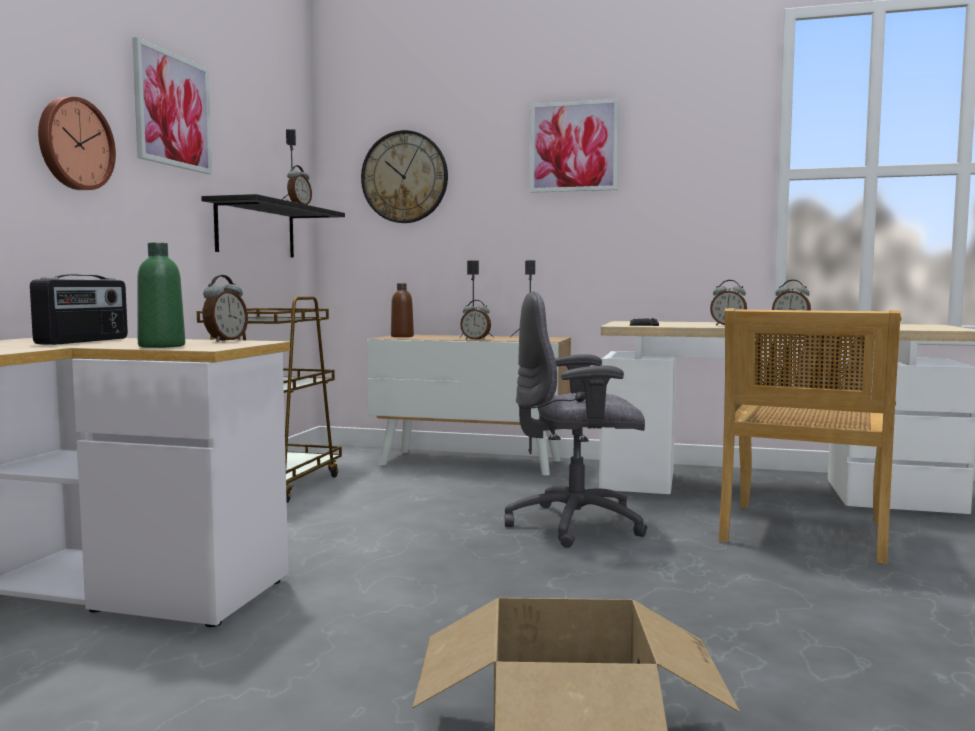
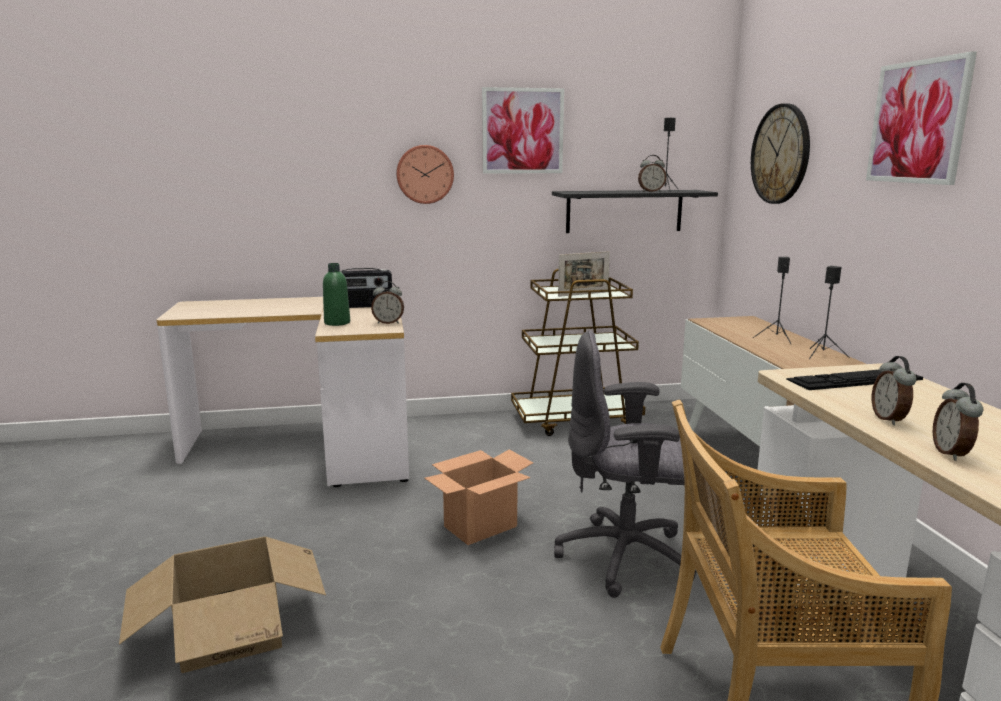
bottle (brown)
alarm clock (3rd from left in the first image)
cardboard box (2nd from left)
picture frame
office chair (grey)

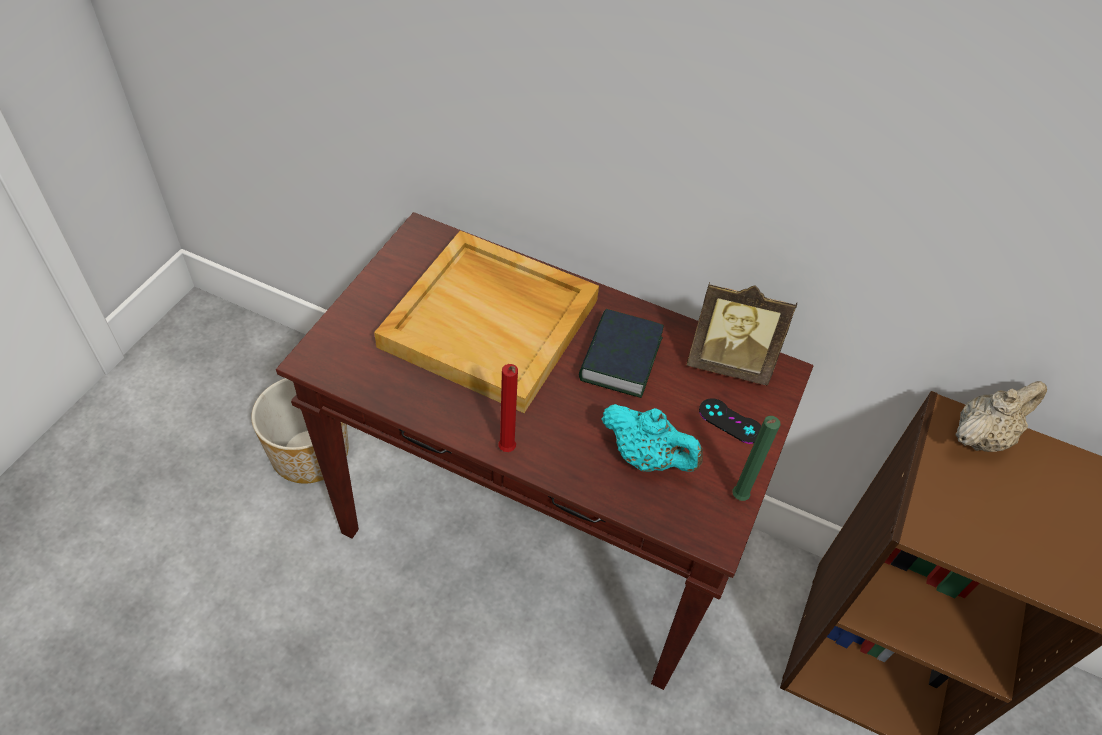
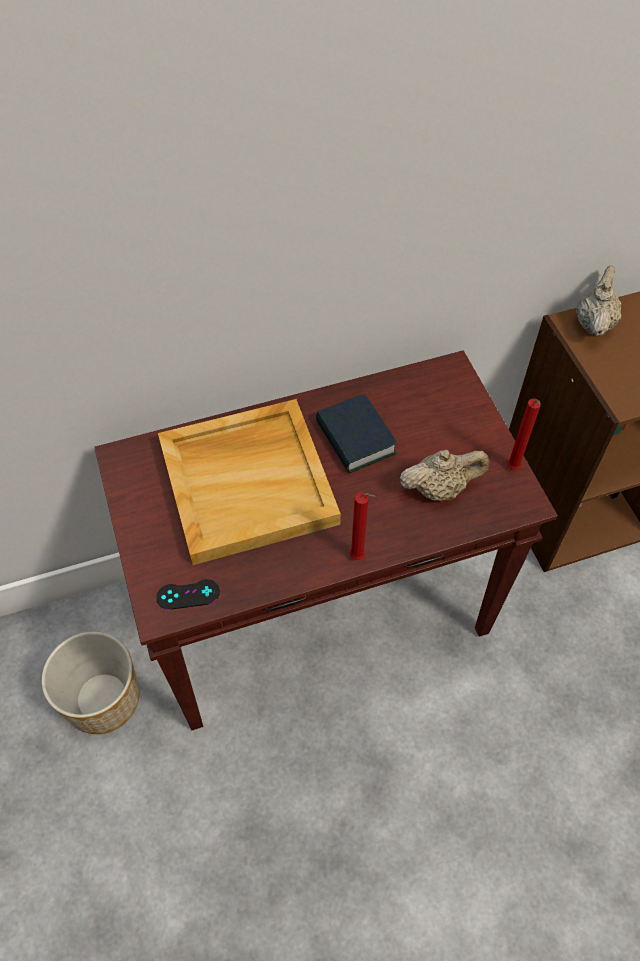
picture frame
game controller (black)
teapot (beige) (1st from left)
candle (red) (2nd from left)

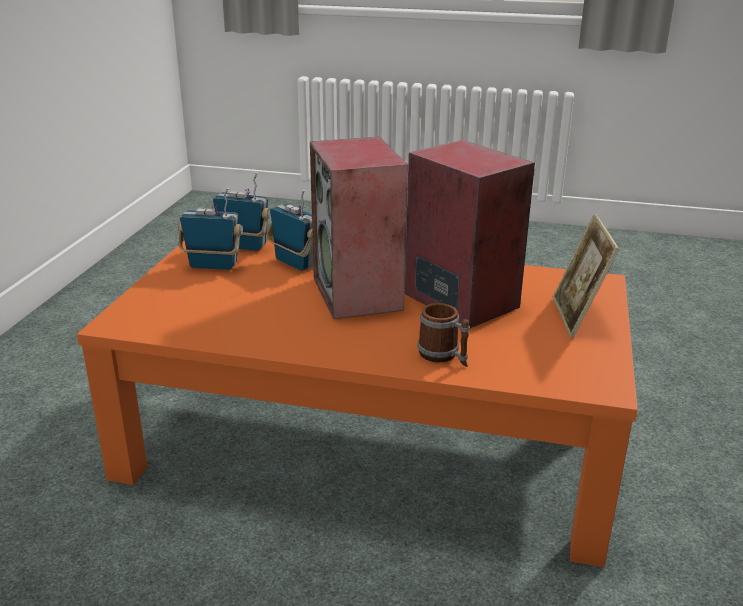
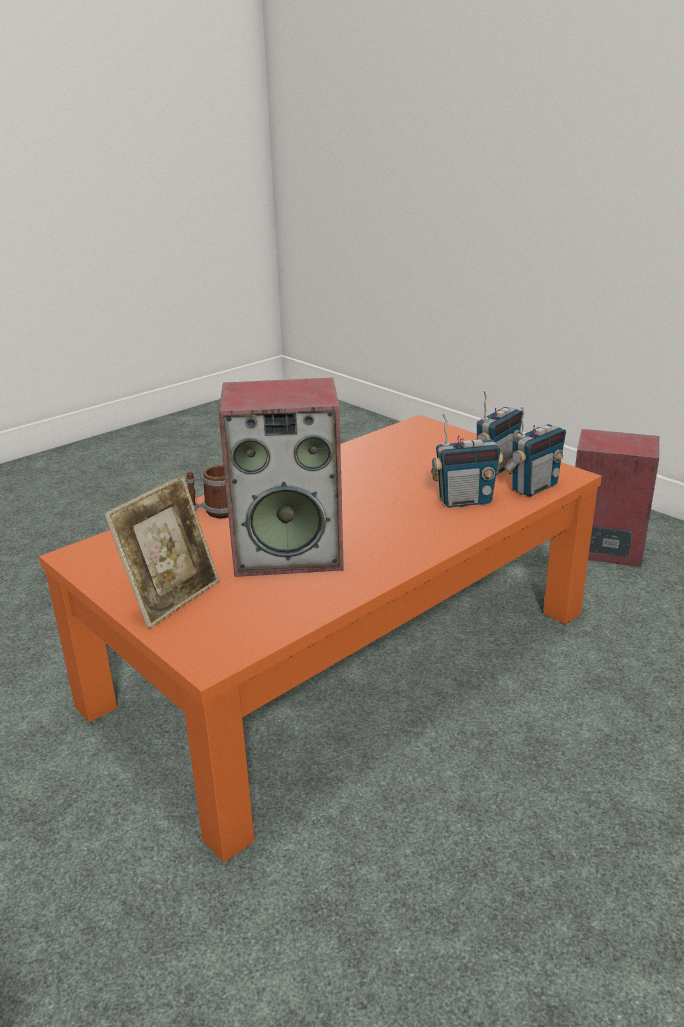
speaker (2nd from left)
picture frame

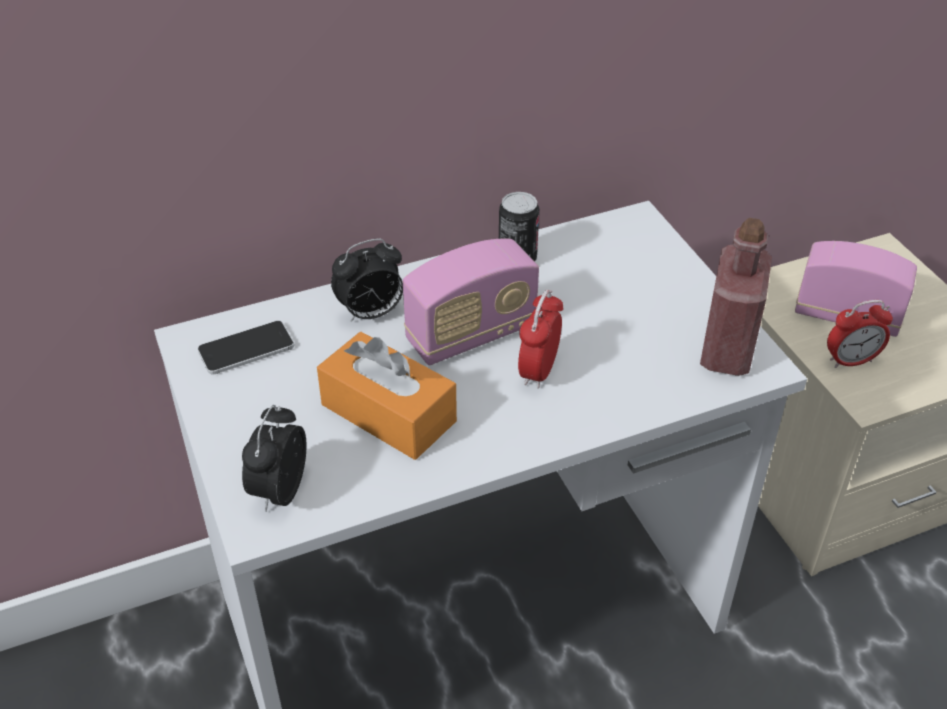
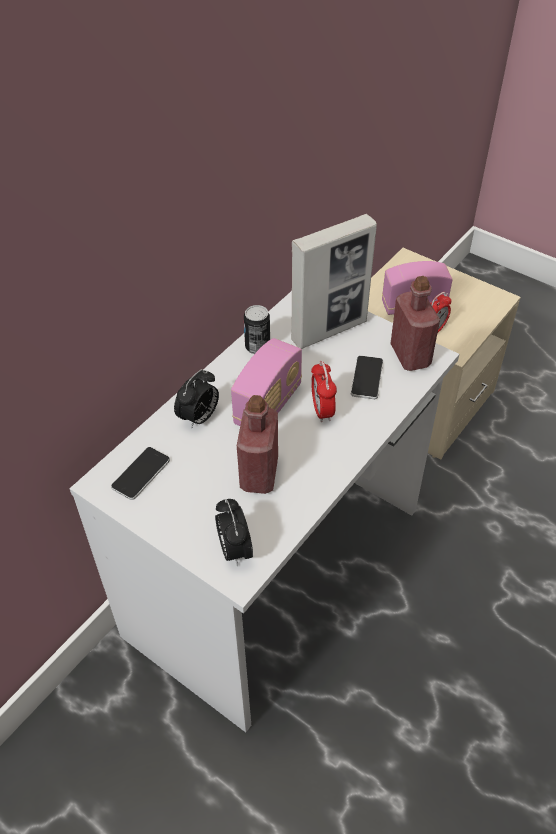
picture frame
phone (2nd from left)
bottle (red) (1st from left)

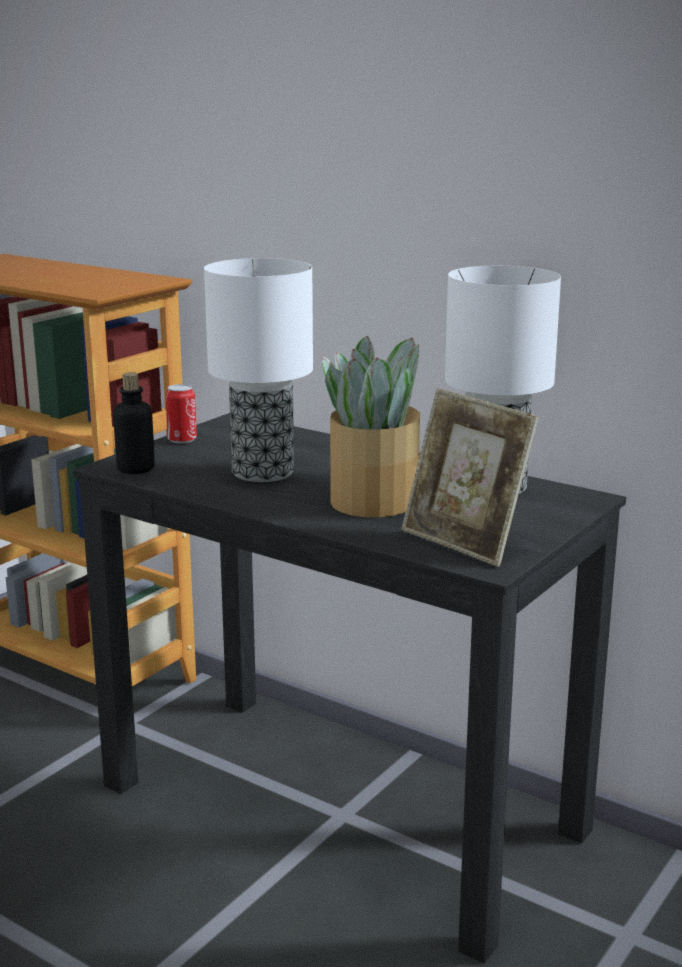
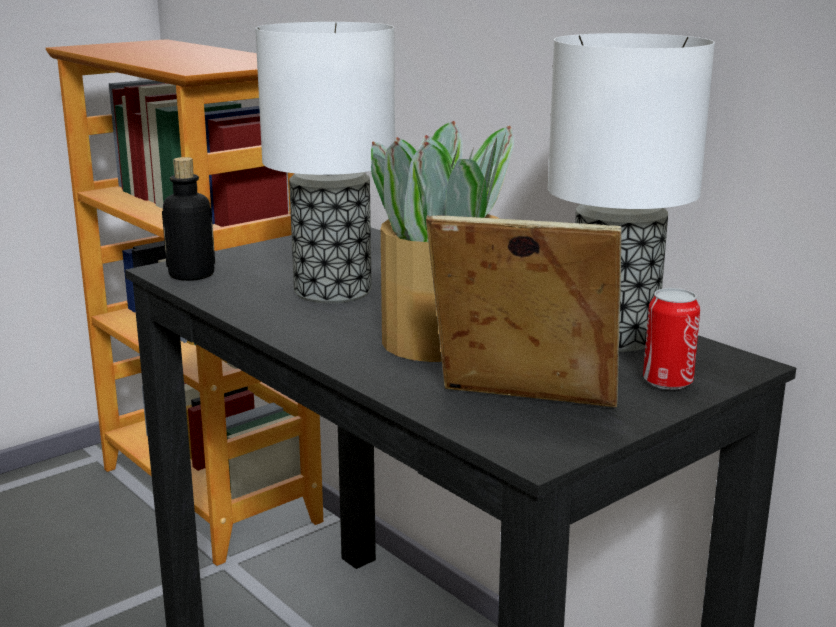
can
picture frame

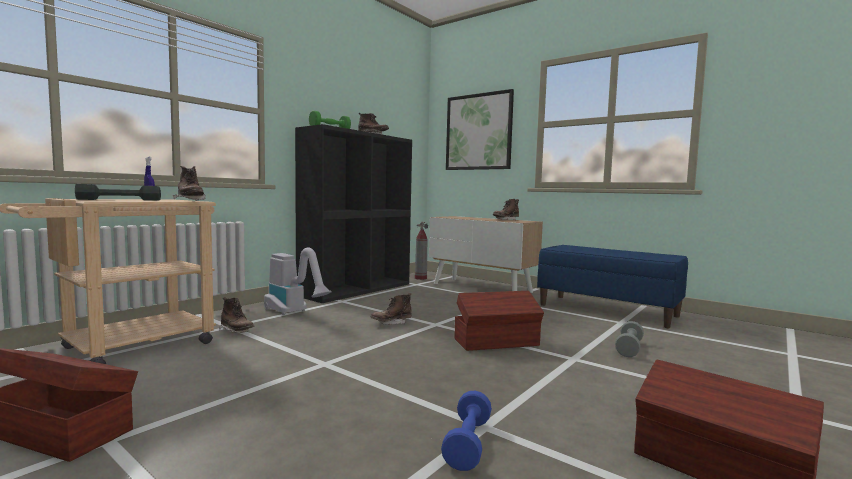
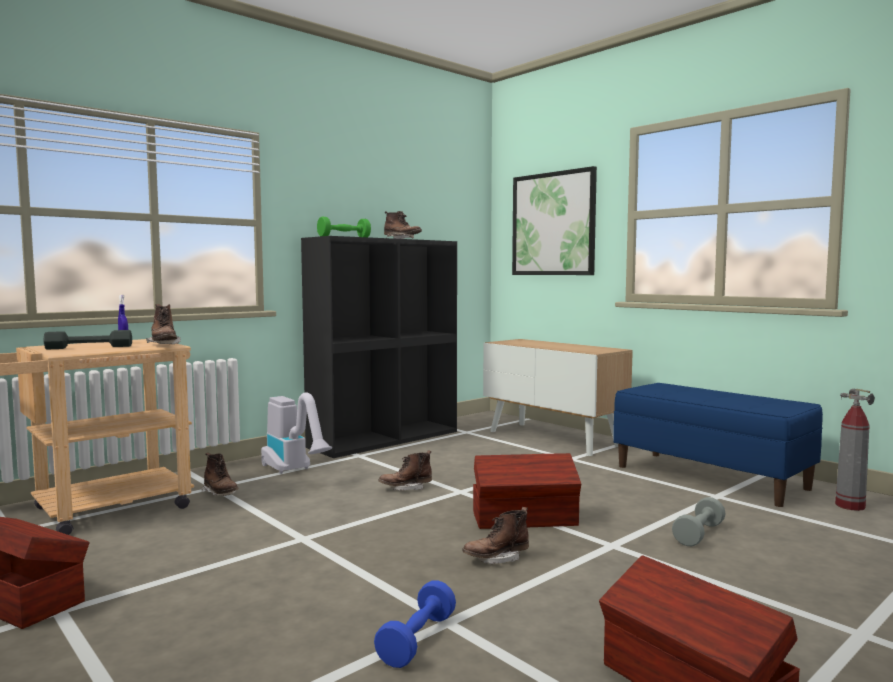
fire extinguisher
boot (brown) (5th from left)

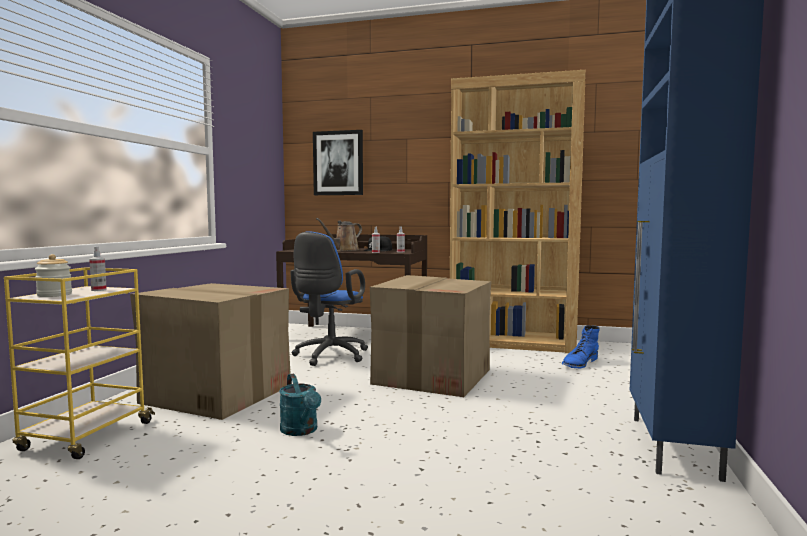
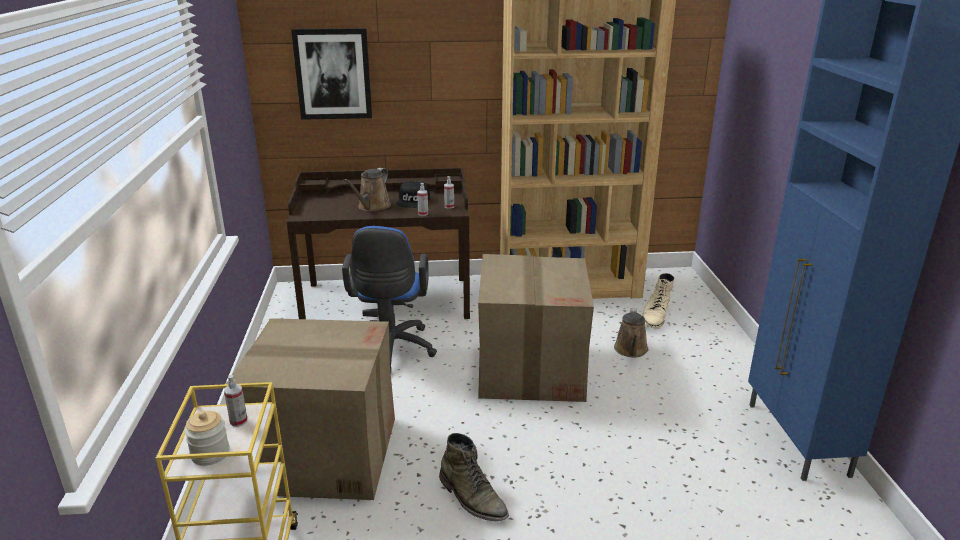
watering can (brown) (2nd from left)
boot (green)
boot (beige)

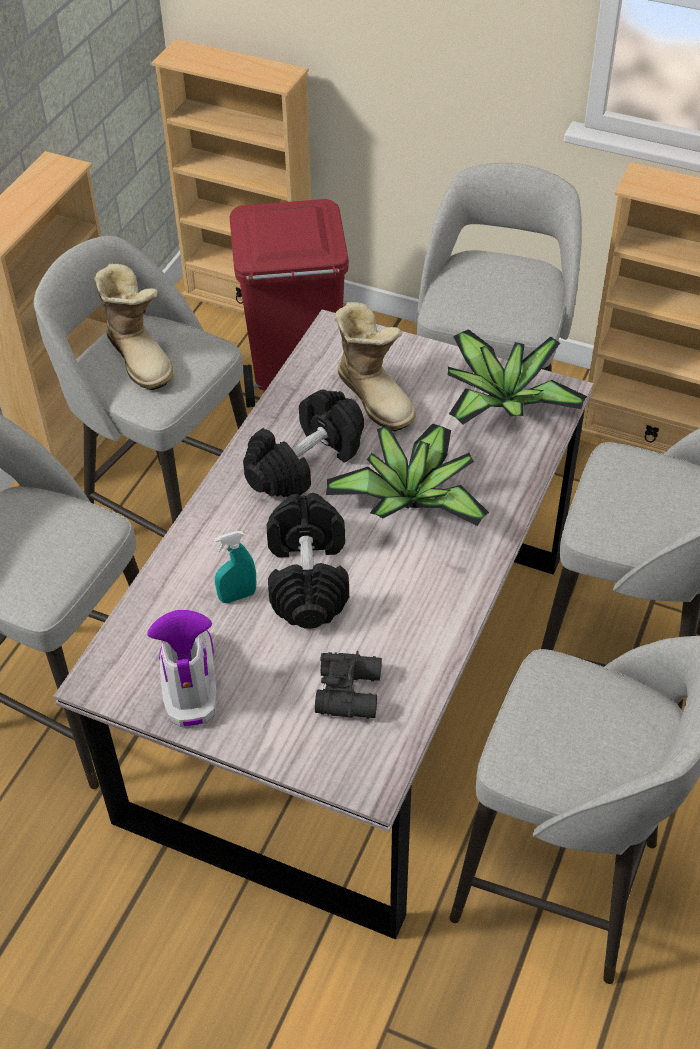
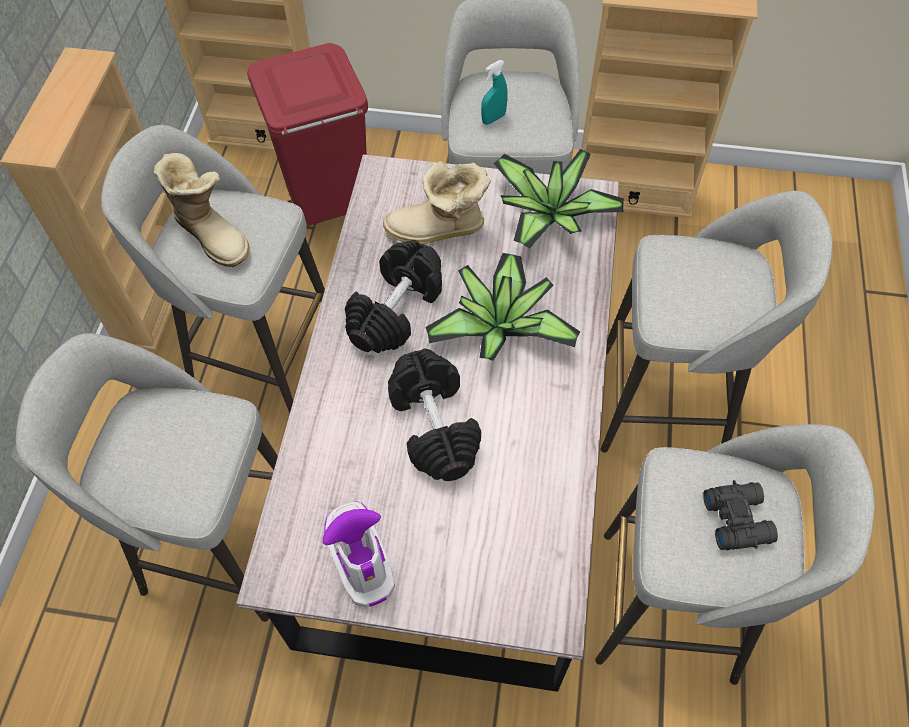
spray bottle (turquoise)
binoculars (black)
boot (3rd from left)

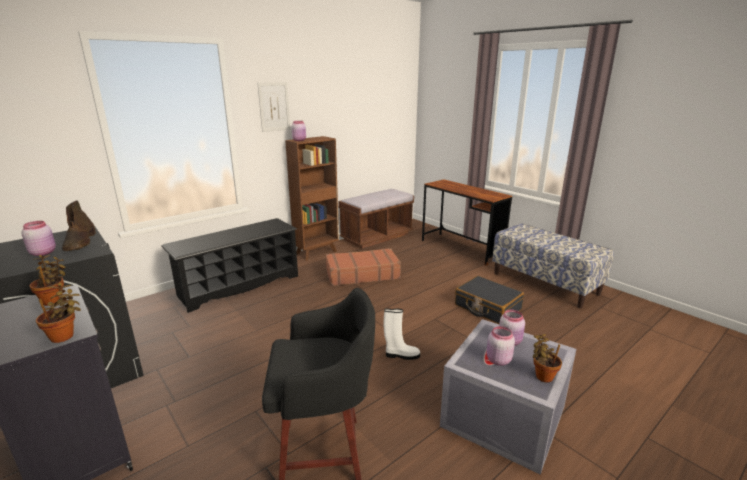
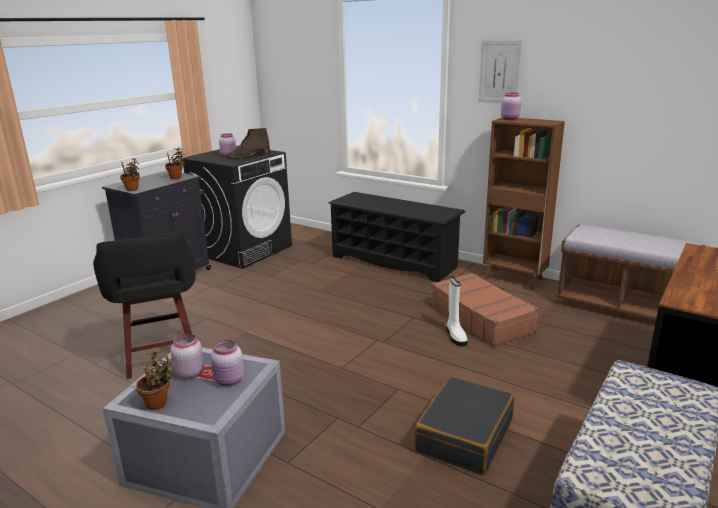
boot (white)

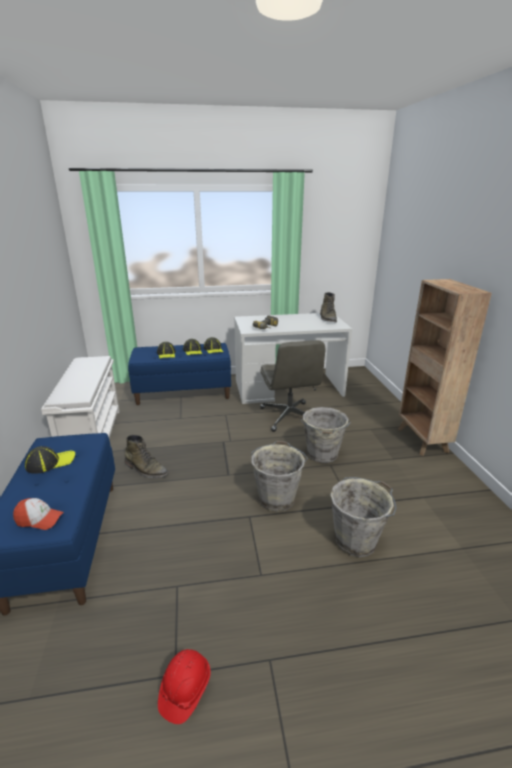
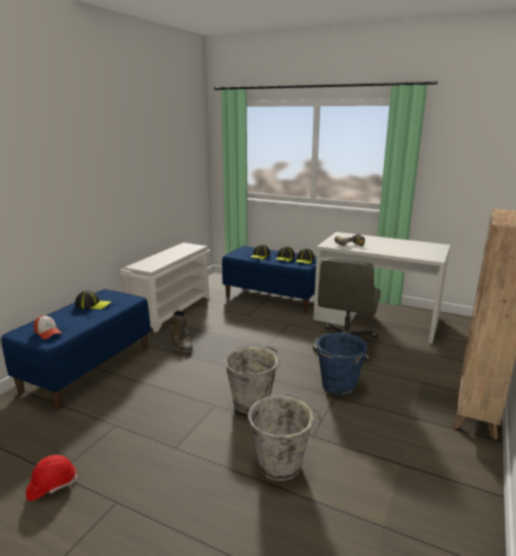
boot (green) (2nd from left in the first image)
bucket (blue)

